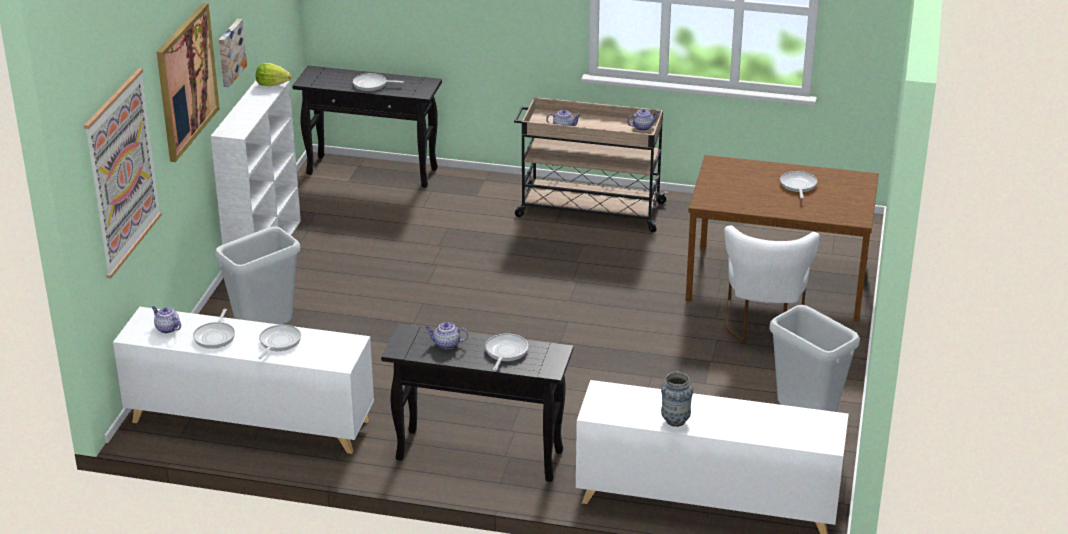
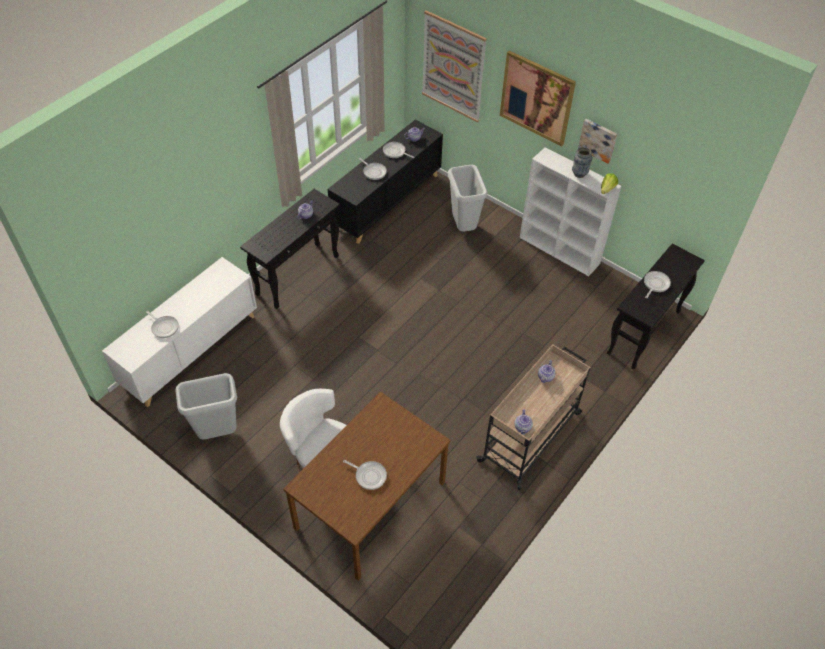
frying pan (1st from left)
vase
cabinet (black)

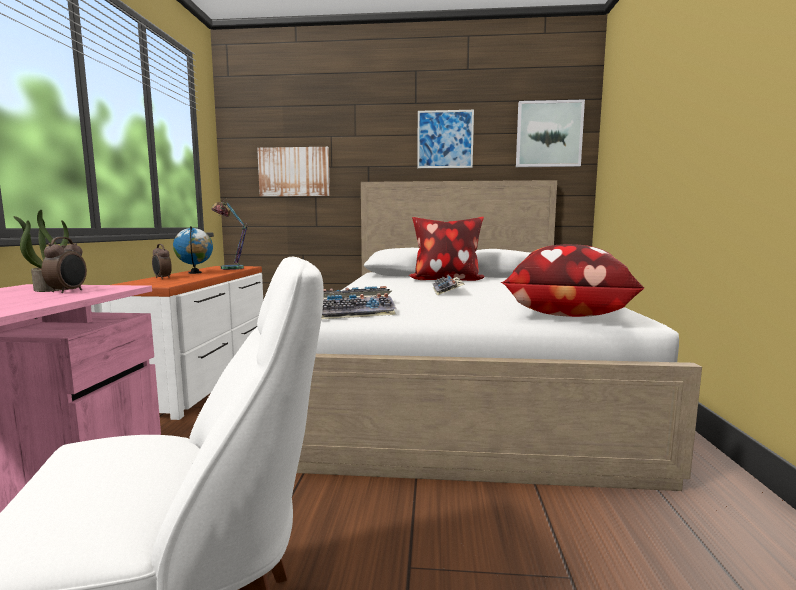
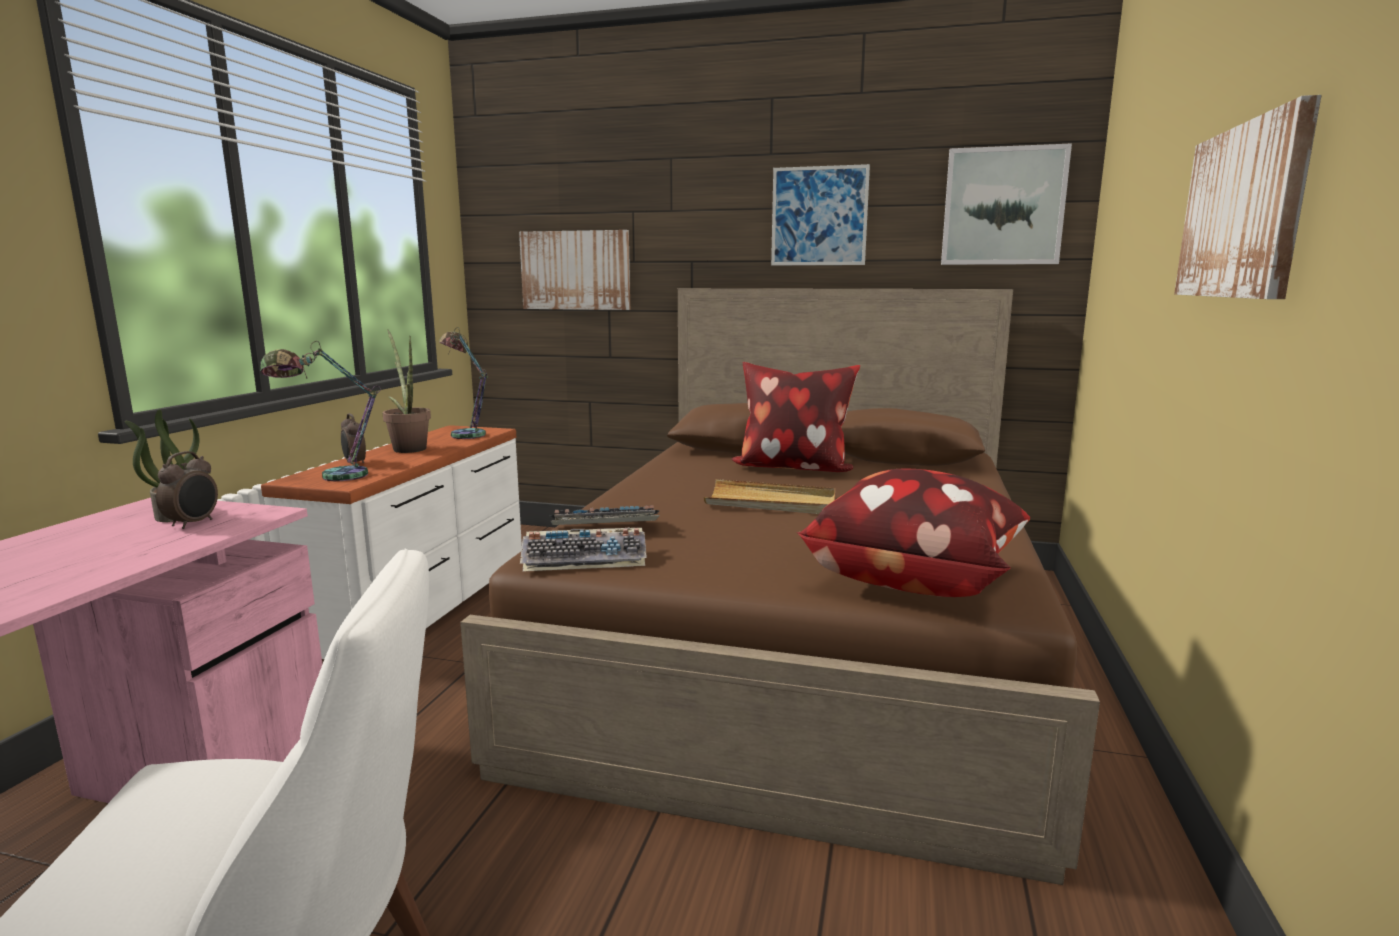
table lamp (1st from left)
picture (4th from left)
potted plant (2nd from left)
tray (beige)
bed (brown)

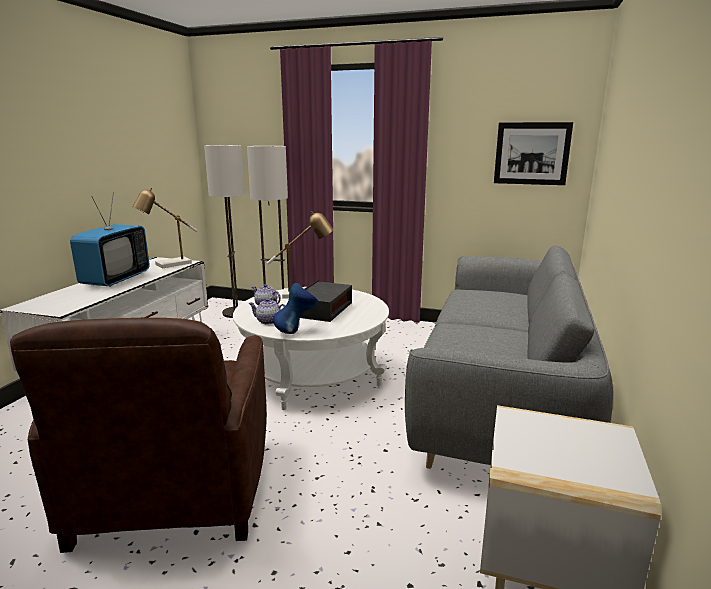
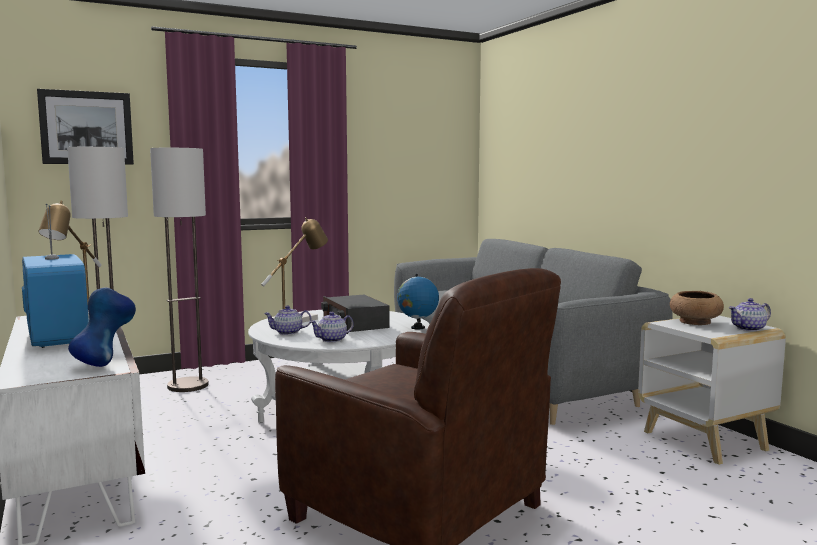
globe
bowl (brown)
teapot (3rd from left)
vase (blue)
picture

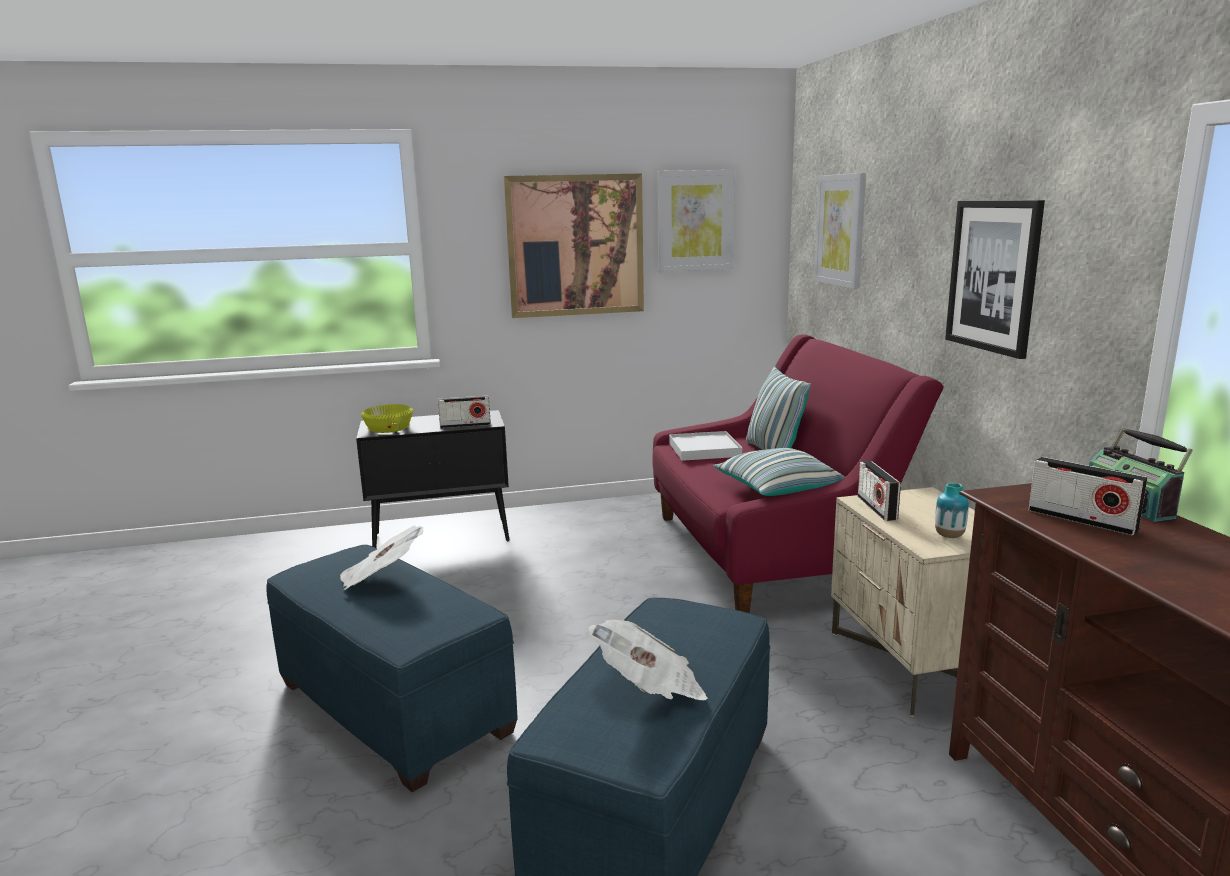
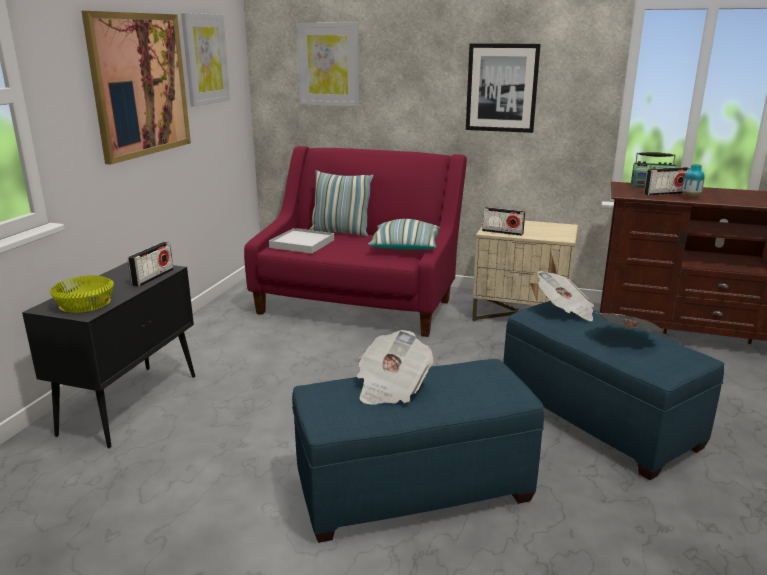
newspaper (2nd from left)
vase

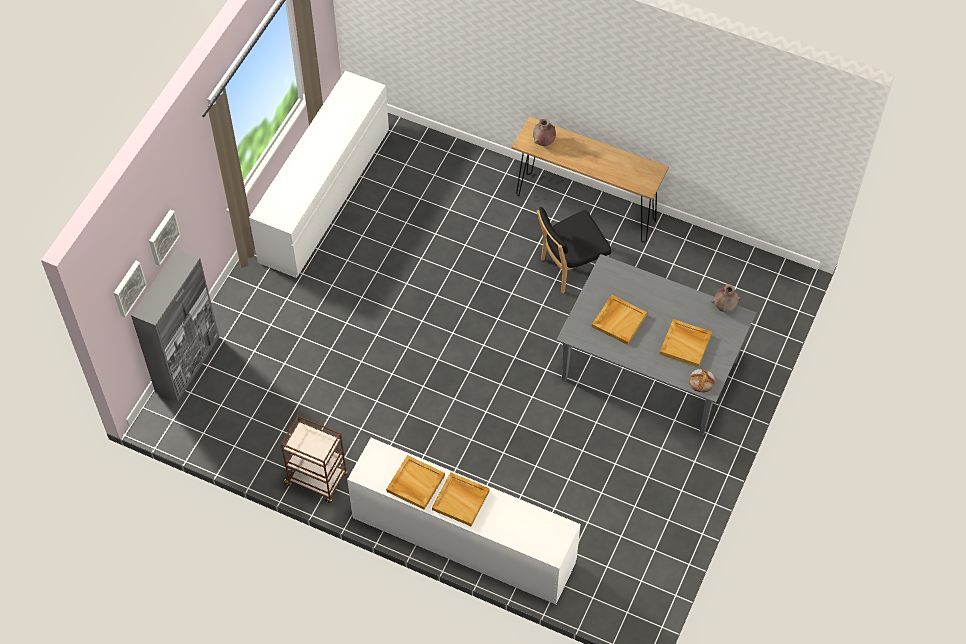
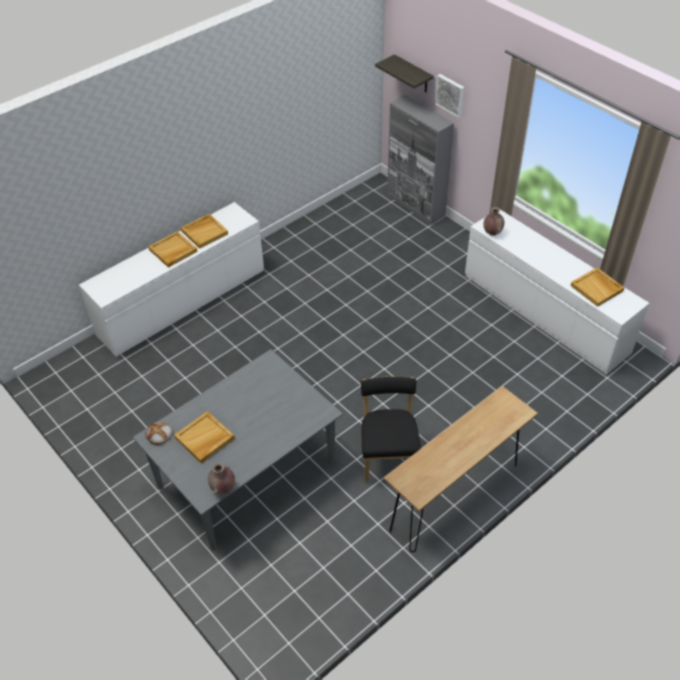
cart (brown)
vase (brown) (2nd from left)
tray (beige) (4th from left)
shelf

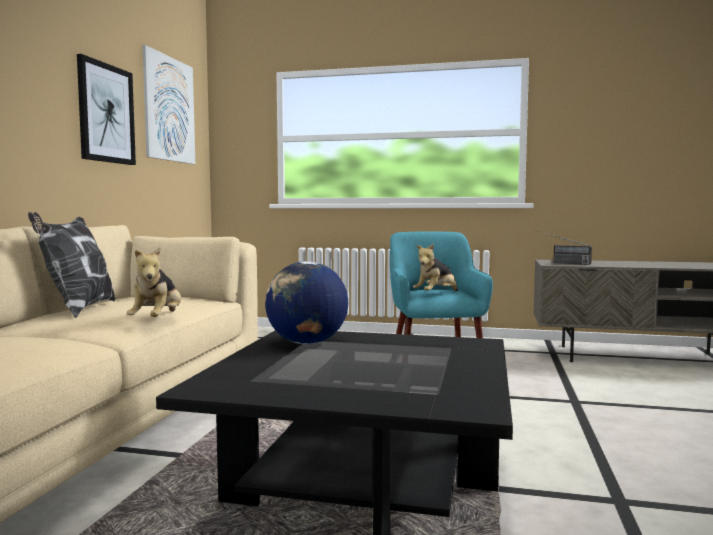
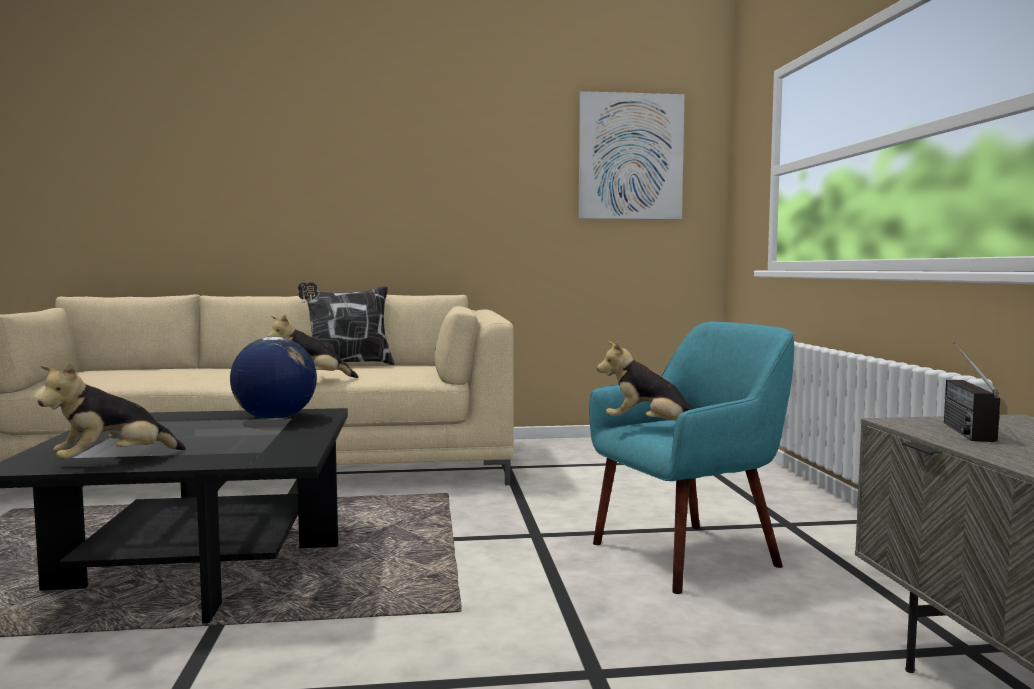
picture (1st from left in the first image)
plush toy (1st from left)

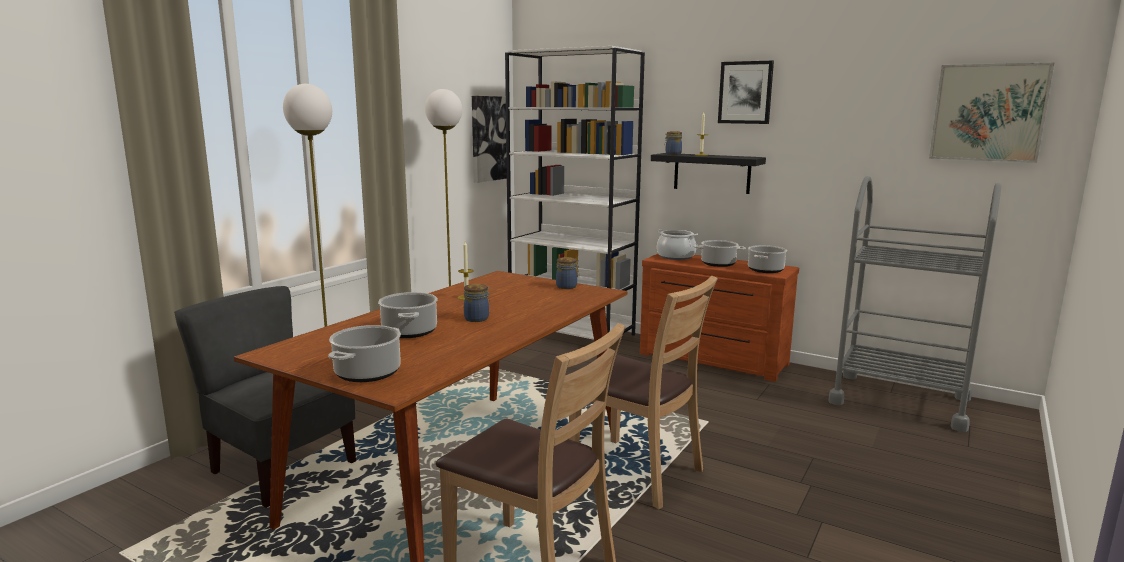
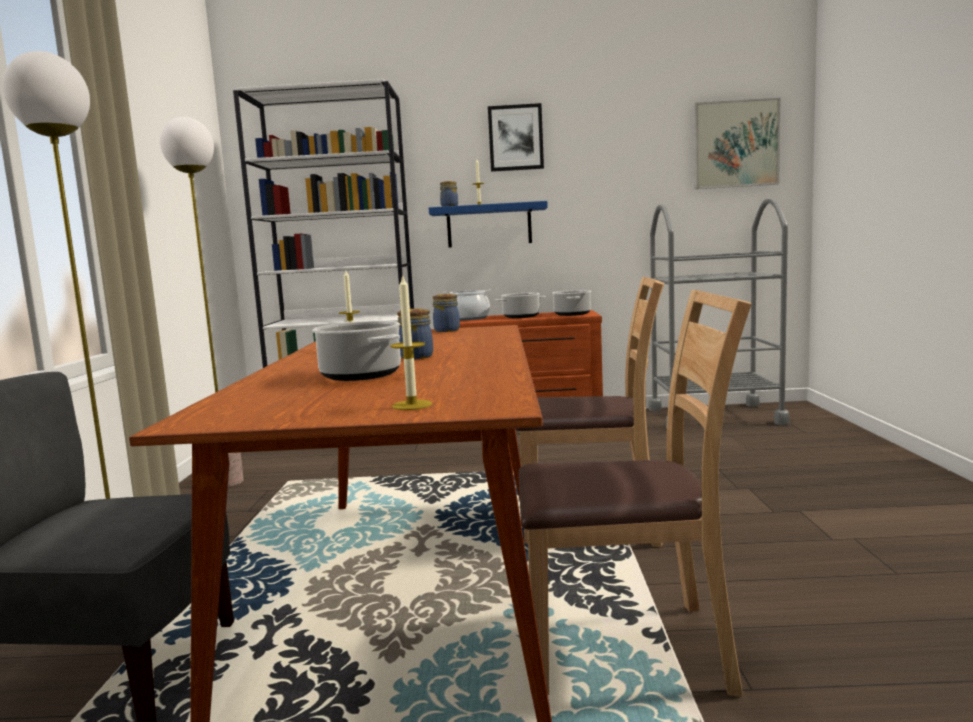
picture (1st from left in the first image)
candle (2nd from left)
shelf (blue)

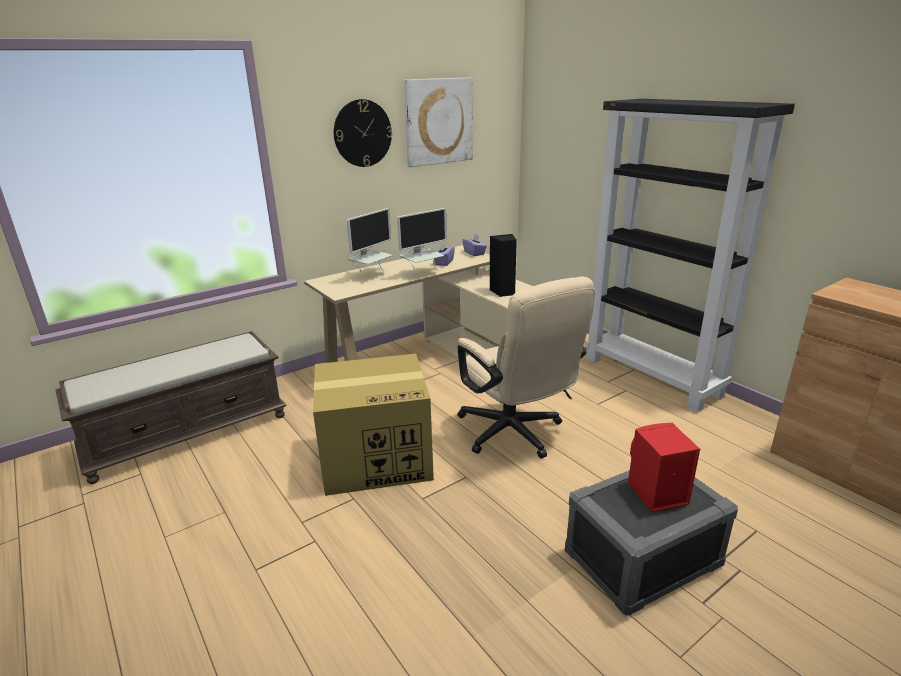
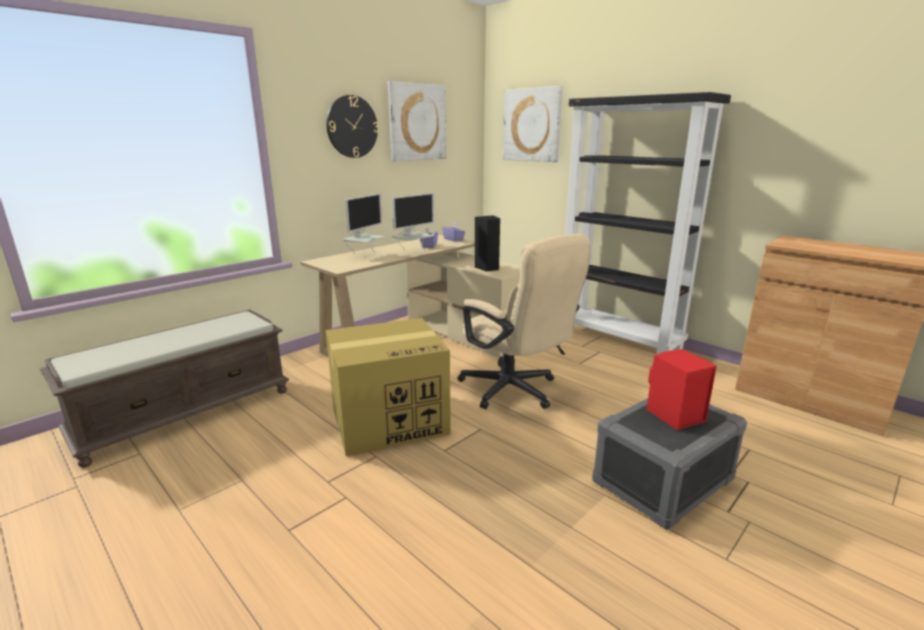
picture (2nd from left)

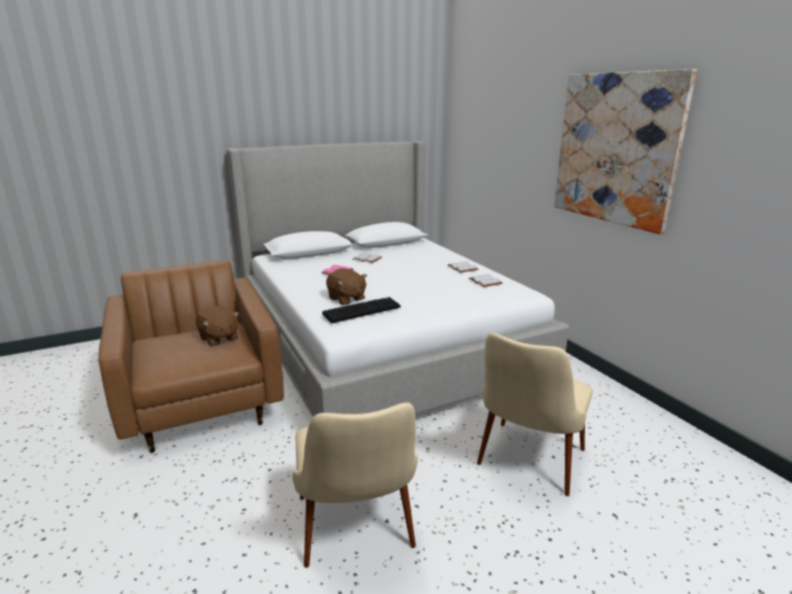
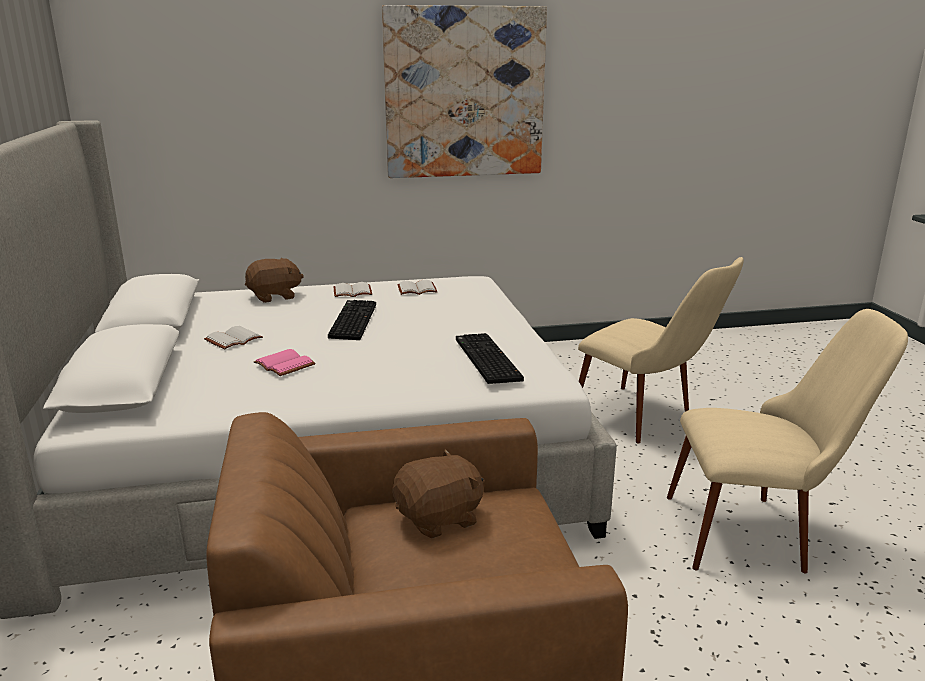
keyboard (1st from left)
plush toy (brown) (1st from left)

